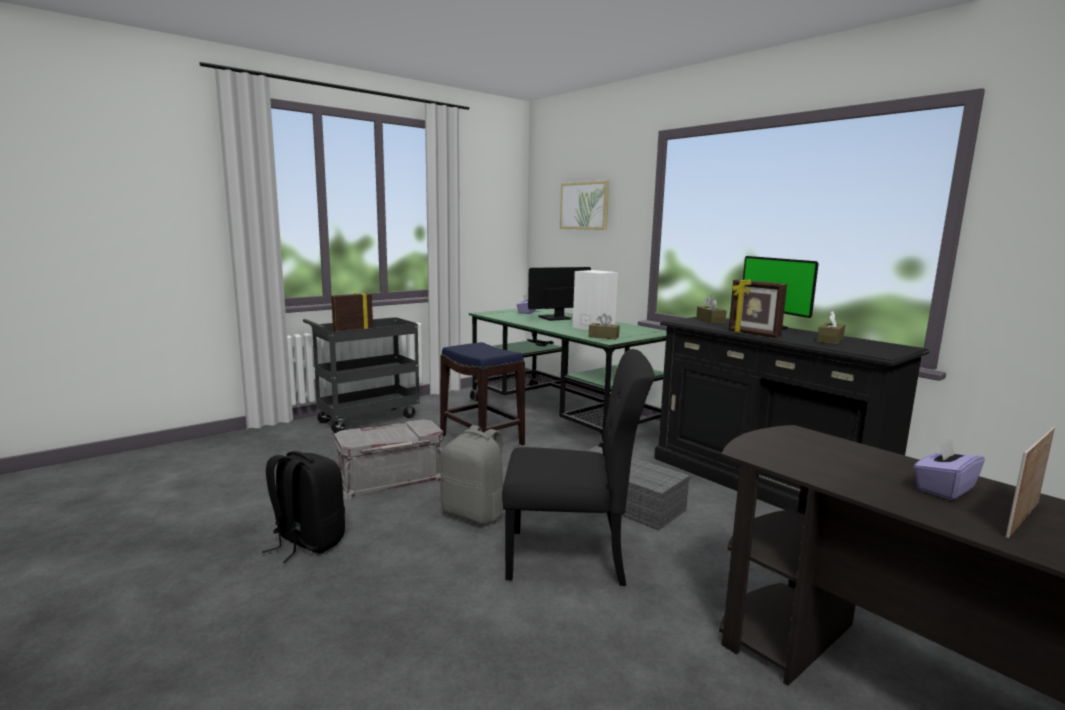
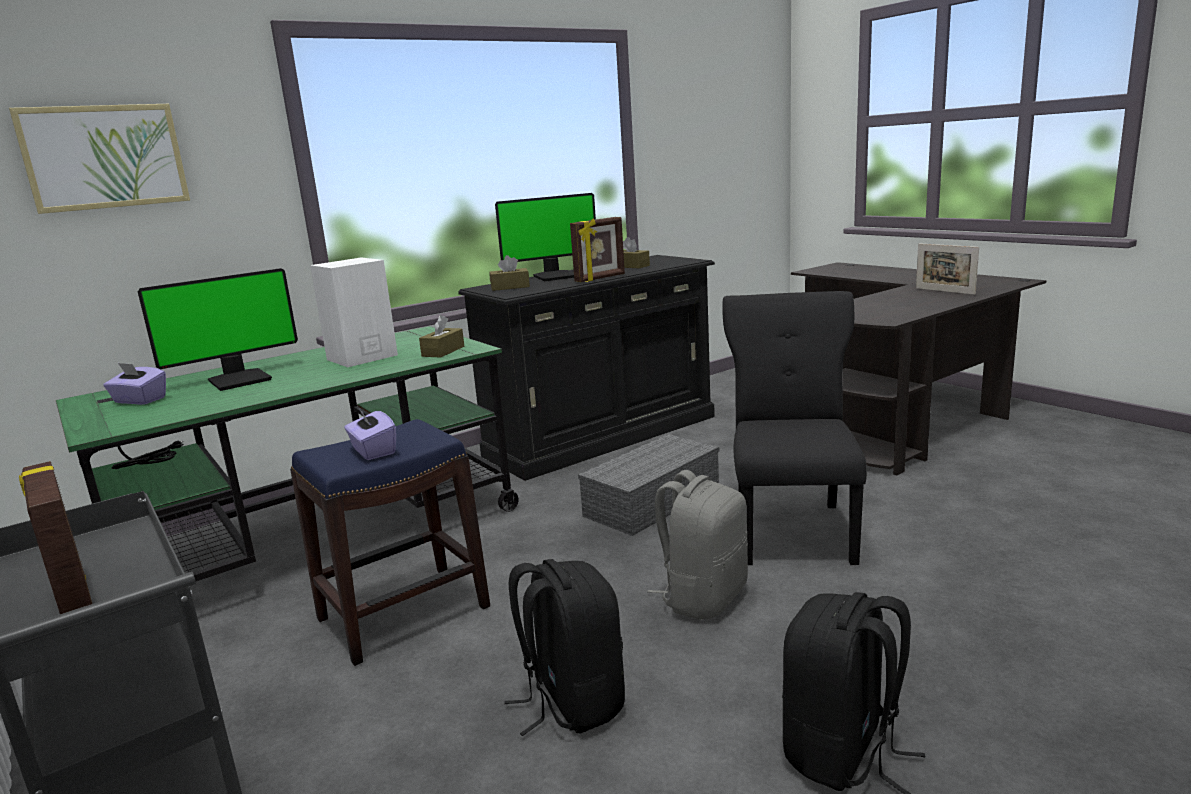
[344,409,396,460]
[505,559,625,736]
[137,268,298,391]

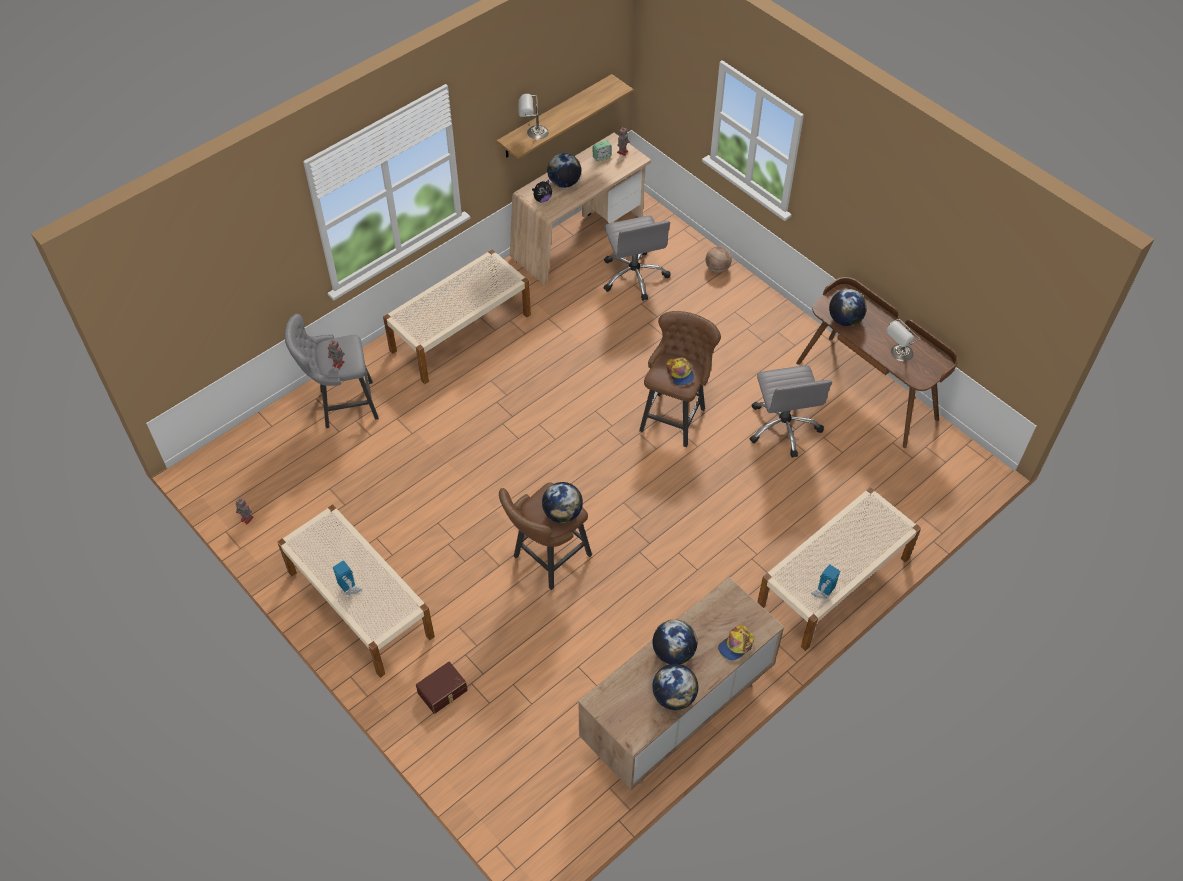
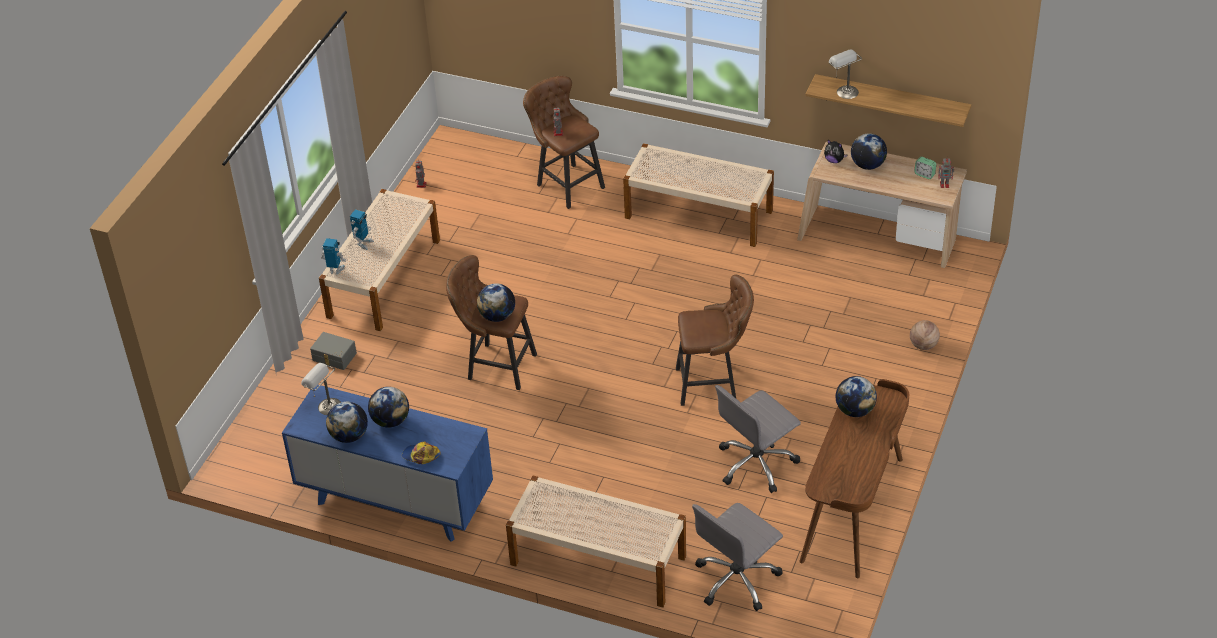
[666,357,694,386] (first image)
[692,503,783,611]
[321,238,346,275]
[301,363,341,415]
[523,76,605,209]
[310,332,357,370]
[282,385,493,542]

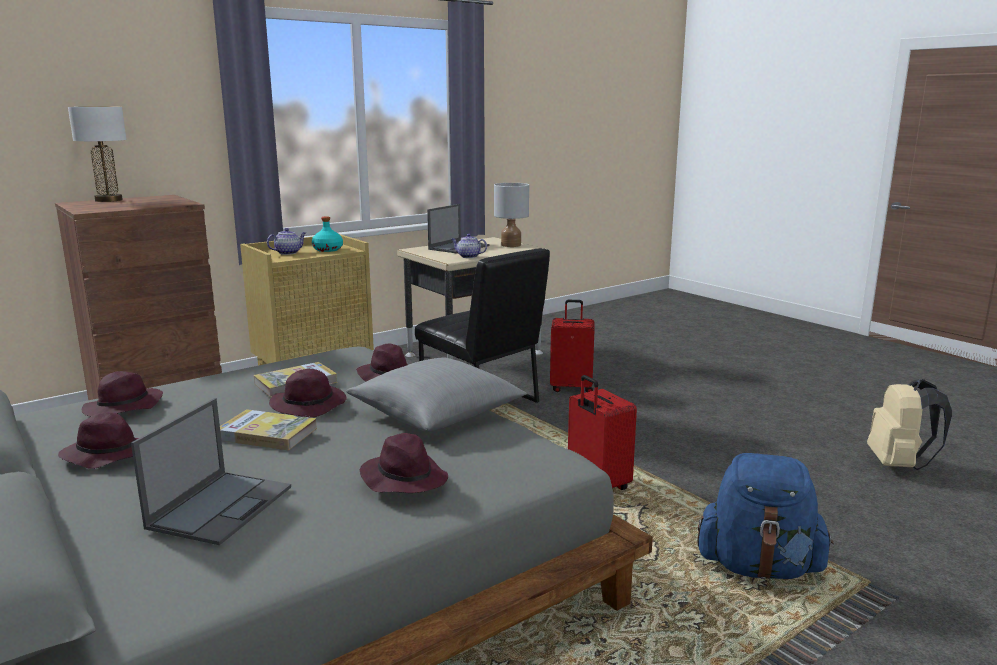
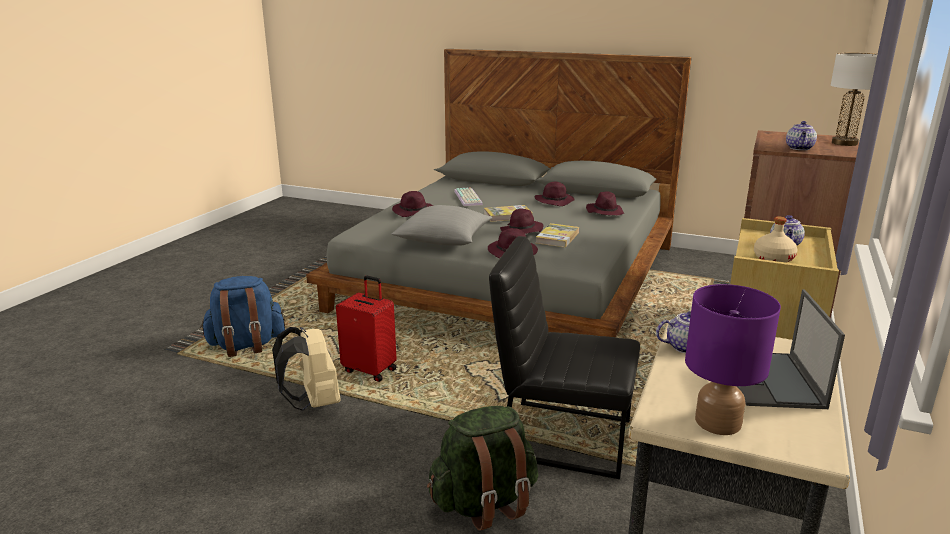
[786,121,817,150]
[272,327,340,411]
[454,187,483,206]
[427,406,538,531]
[754,217,797,263]
[685,284,781,435]

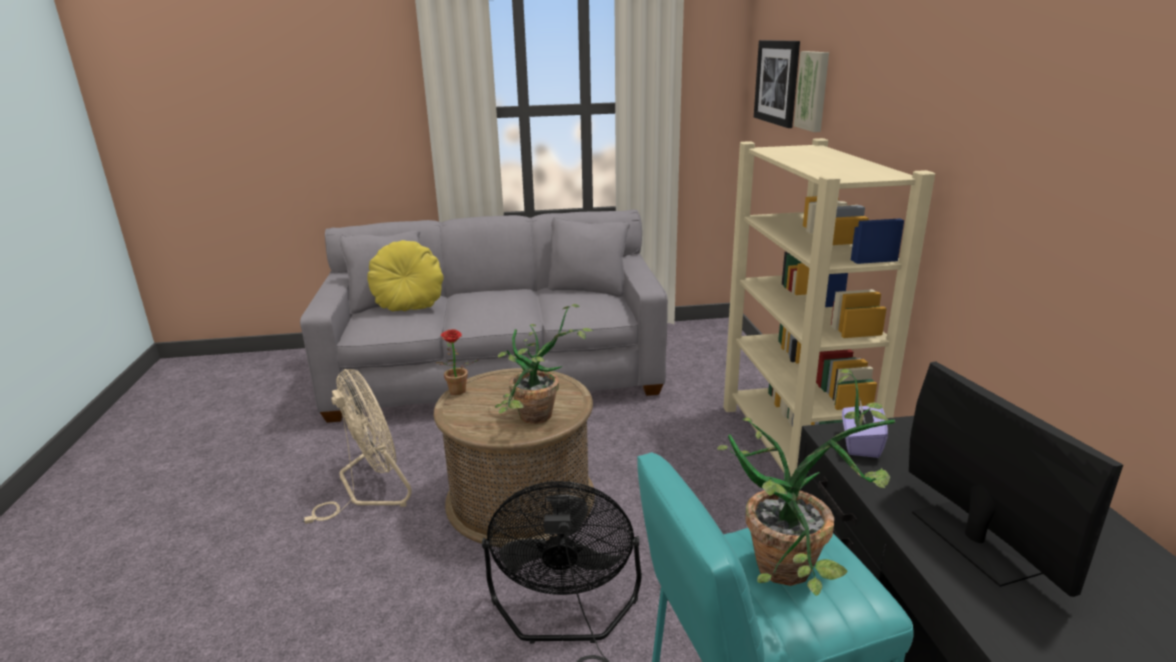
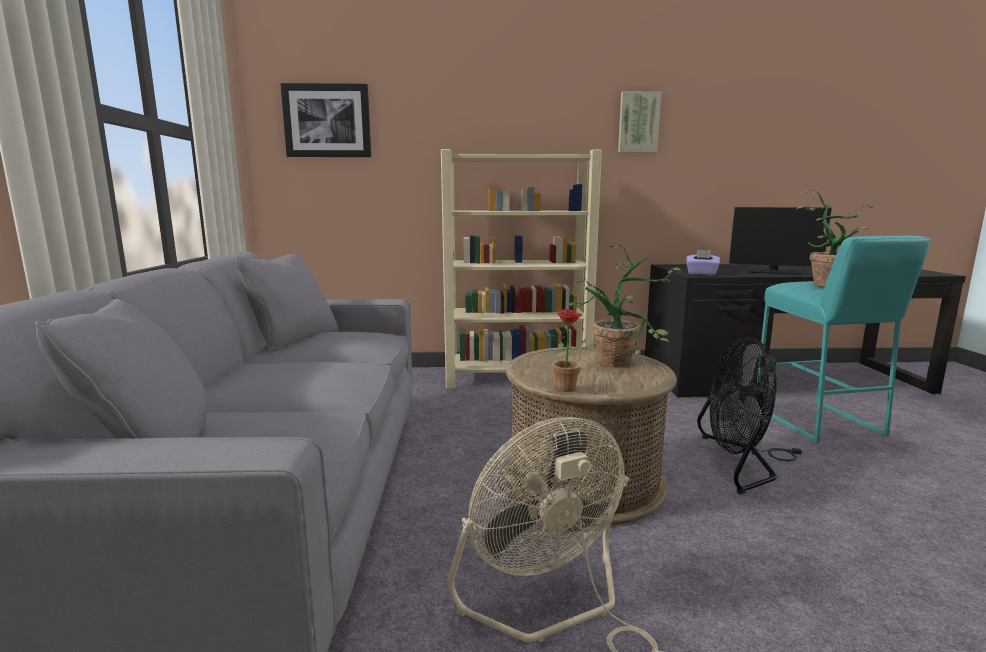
[367,240,444,311] (first image)
[618,91,661,153]
[729,207,832,275]

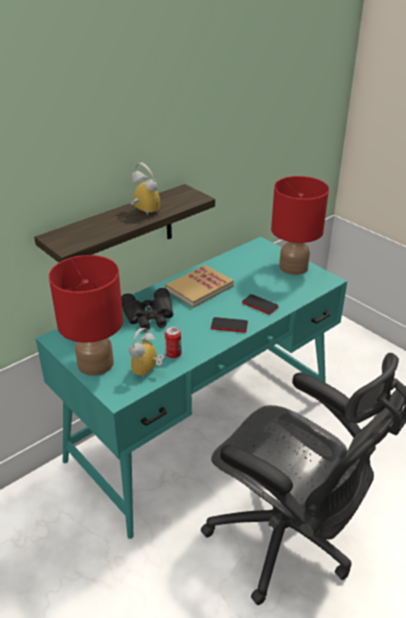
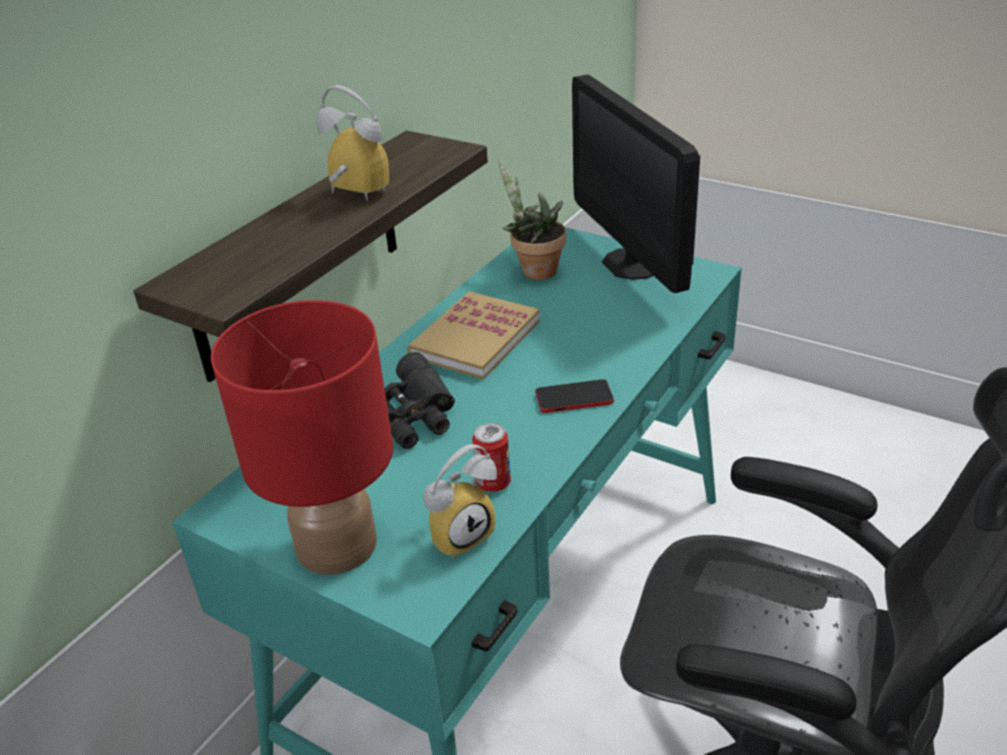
[242,294,279,314] (first image)
[498,158,566,280]
[572,75,700,293]
[423,444,497,559]

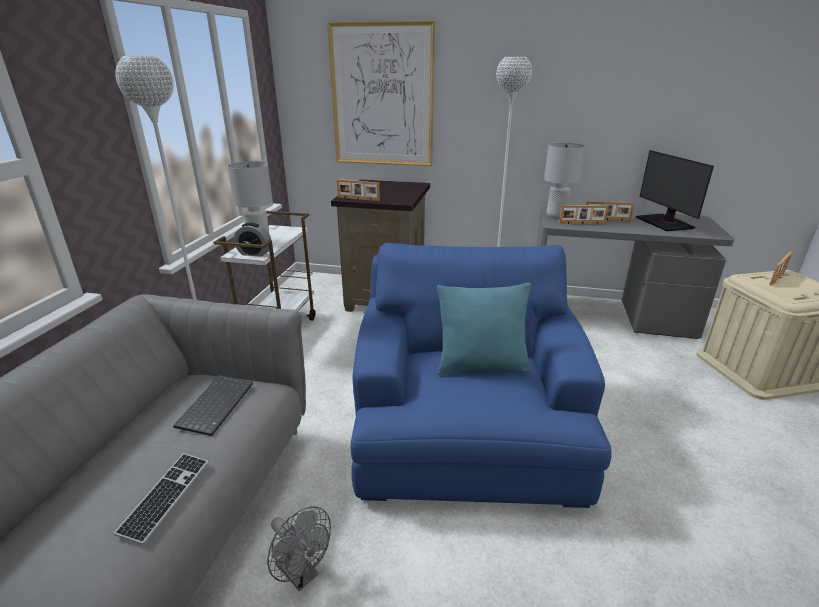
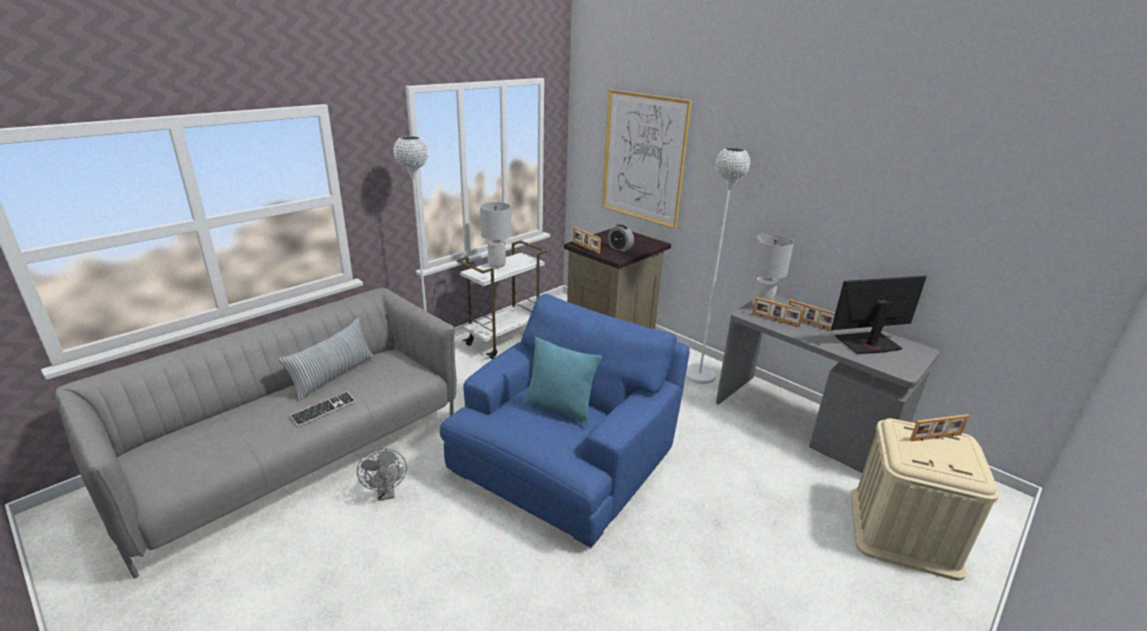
[173,375,253,436] (first image)
[279,318,374,401]
[608,224,634,252]
[831,276,927,354]

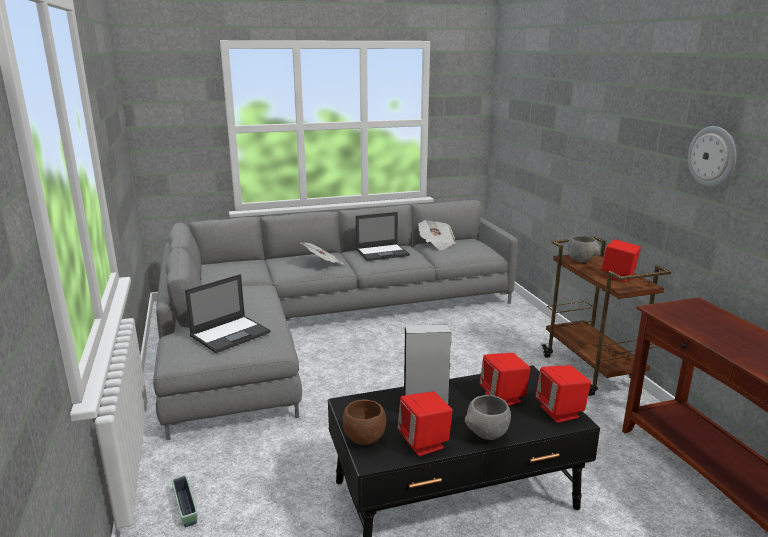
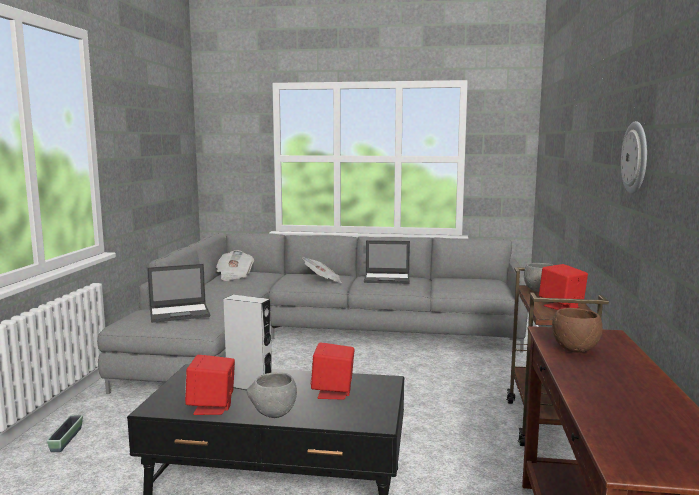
[535,365,591,423] (first image)
[552,308,603,353]
[216,250,254,281]

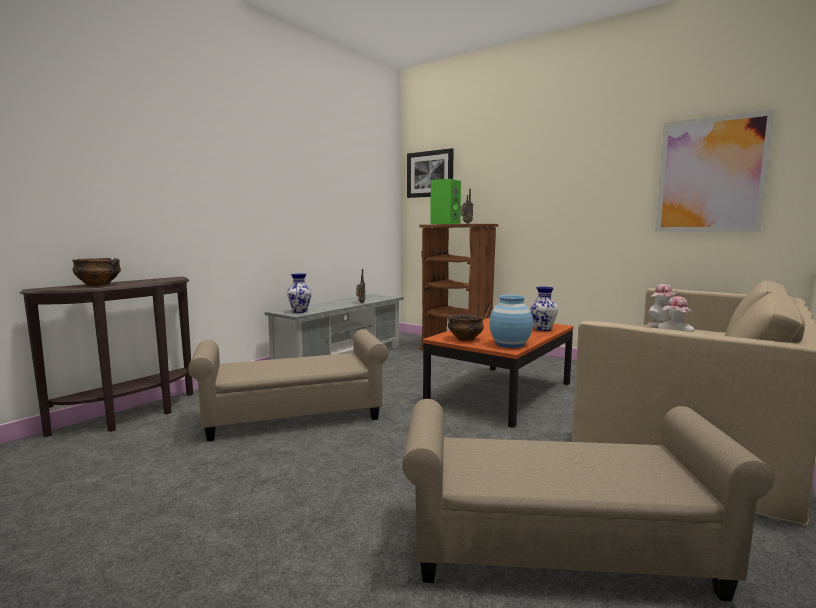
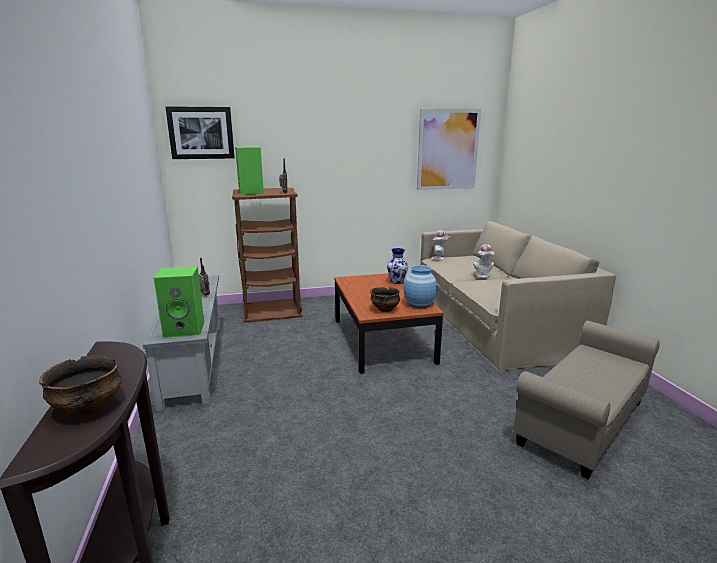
[188,329,389,441] (first image)
[154,266,204,338]

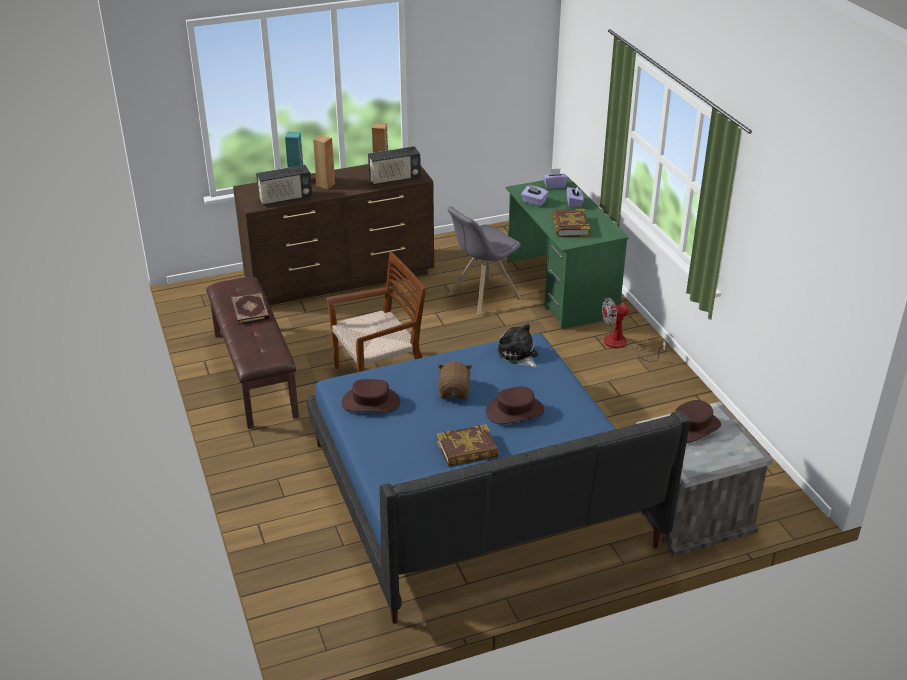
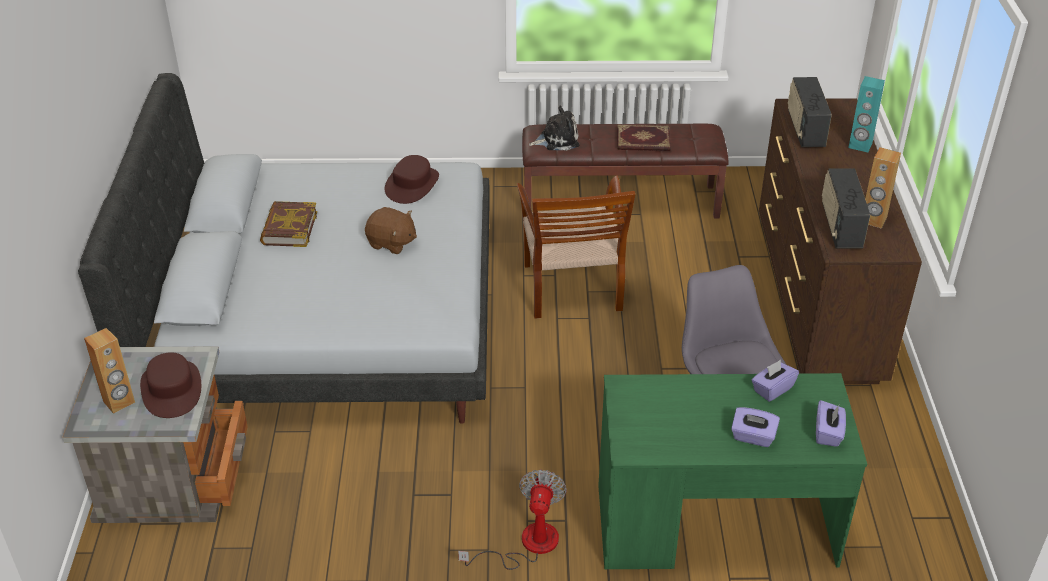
[486,386,544,424] (first image)
[552,209,590,237] (first image)
[84,328,135,414]
[529,106,579,151]
[78,73,490,423]

